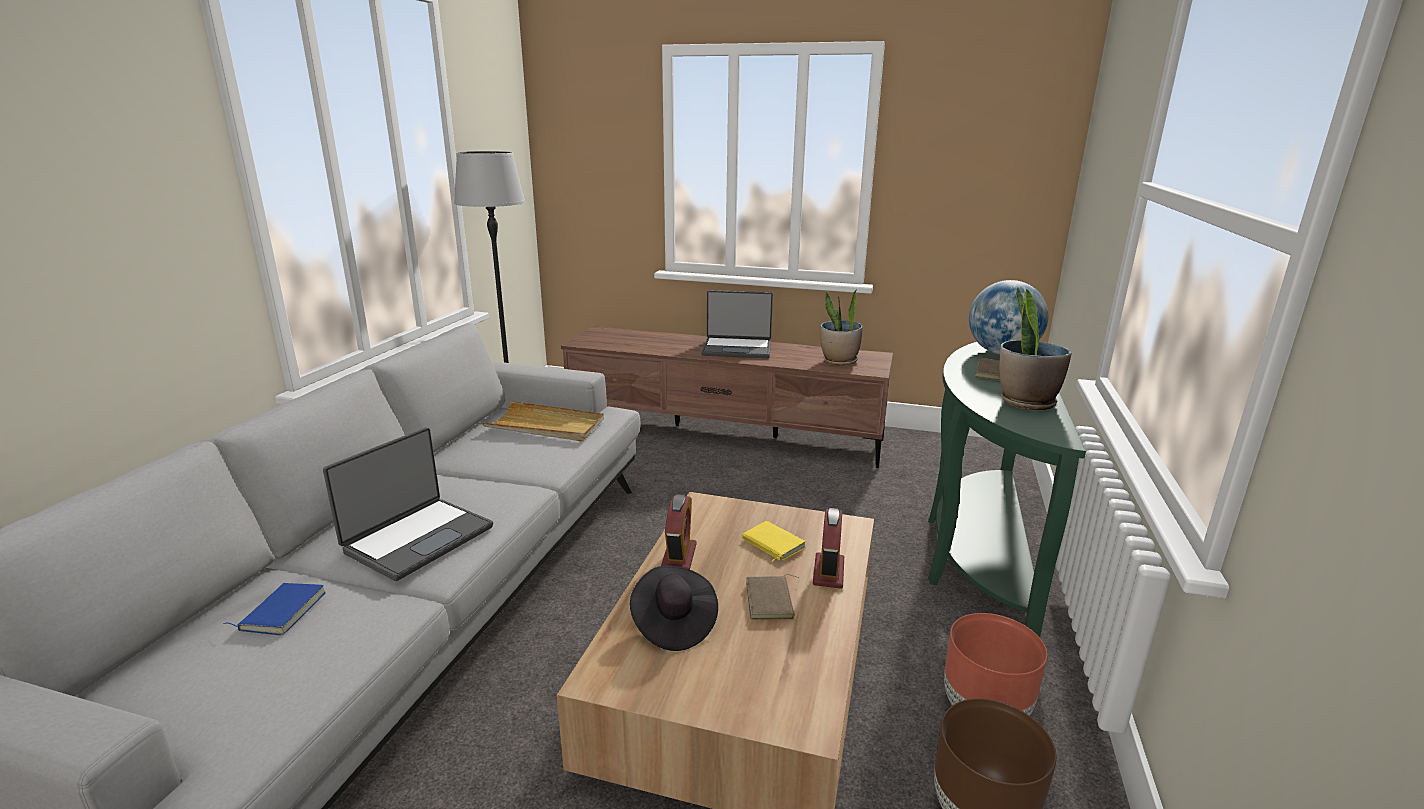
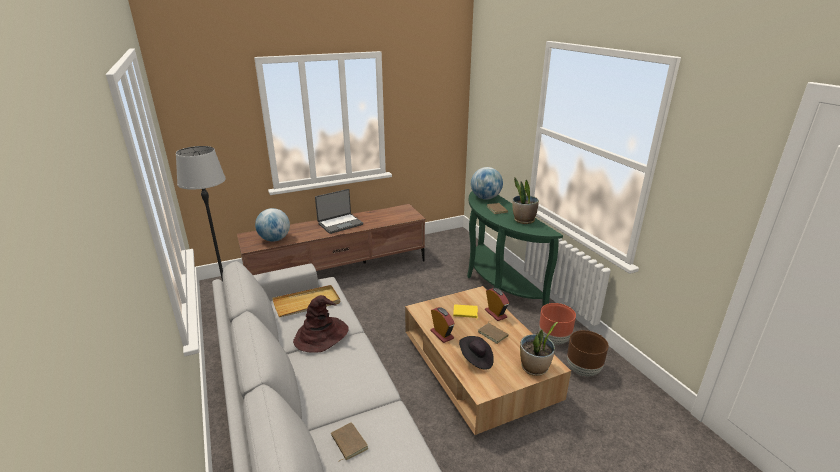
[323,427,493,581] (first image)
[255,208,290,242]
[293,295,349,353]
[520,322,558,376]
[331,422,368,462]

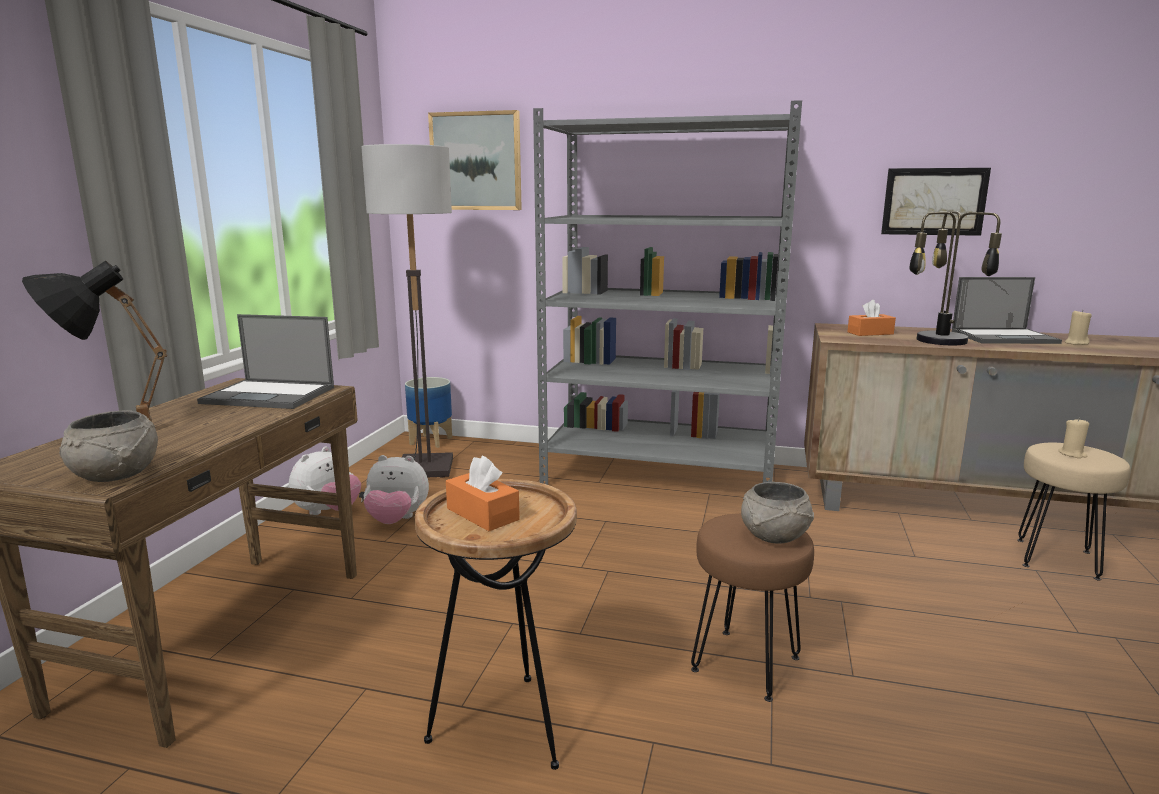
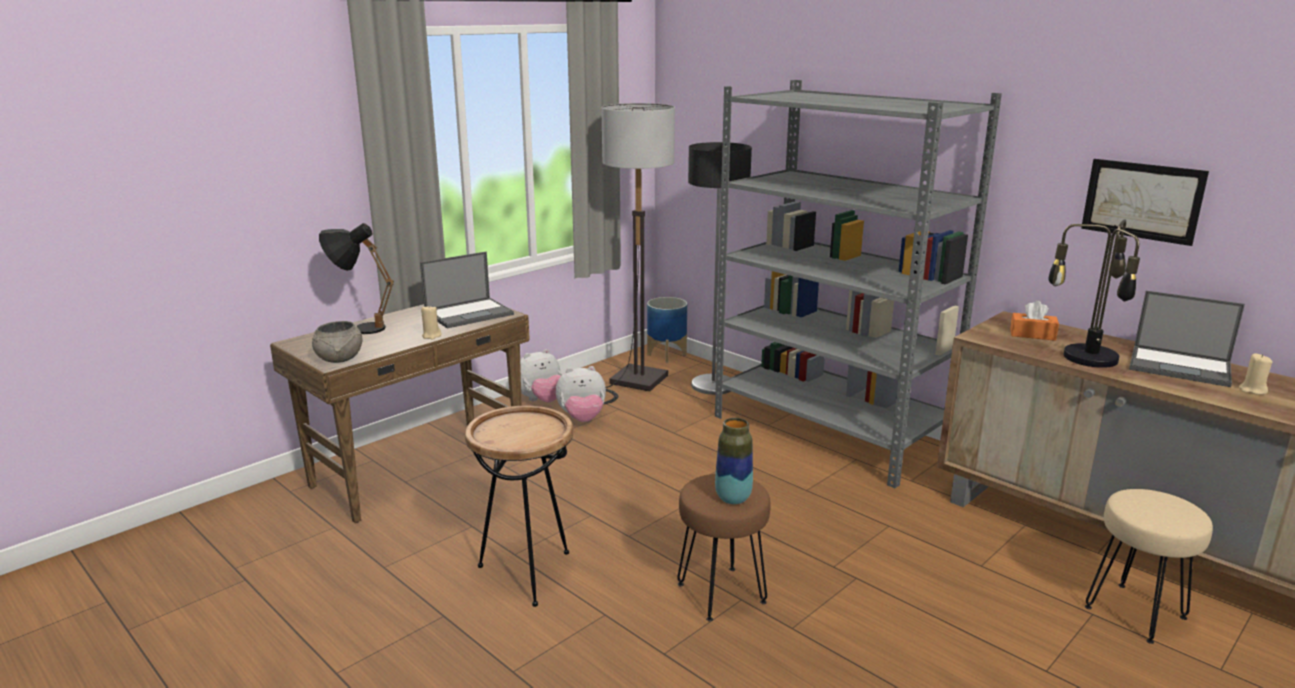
[428,110,522,210] (first image)
[446,456,520,531] (first image)
[688,142,752,395]
[421,306,442,339]
[715,418,753,504]
[420,252,514,328]
[556,366,606,422]

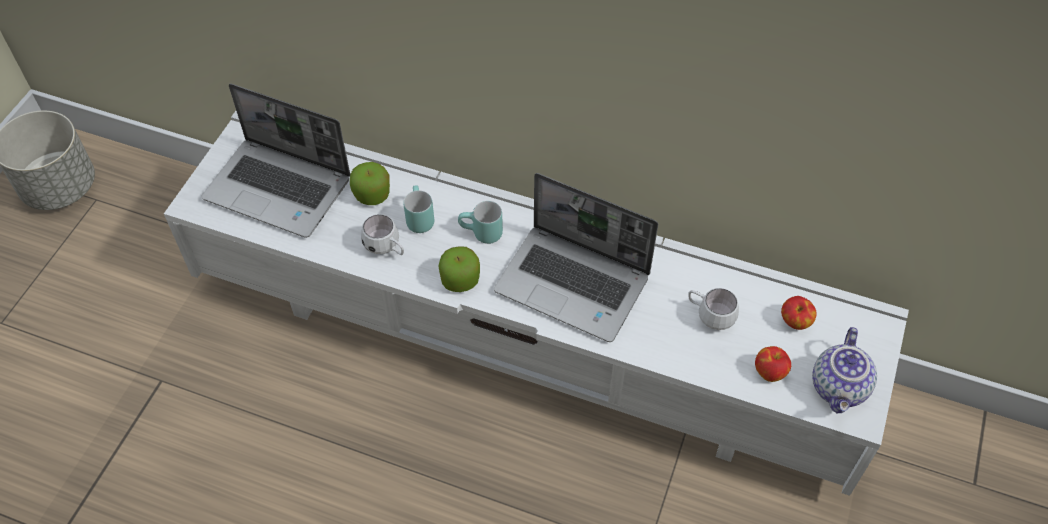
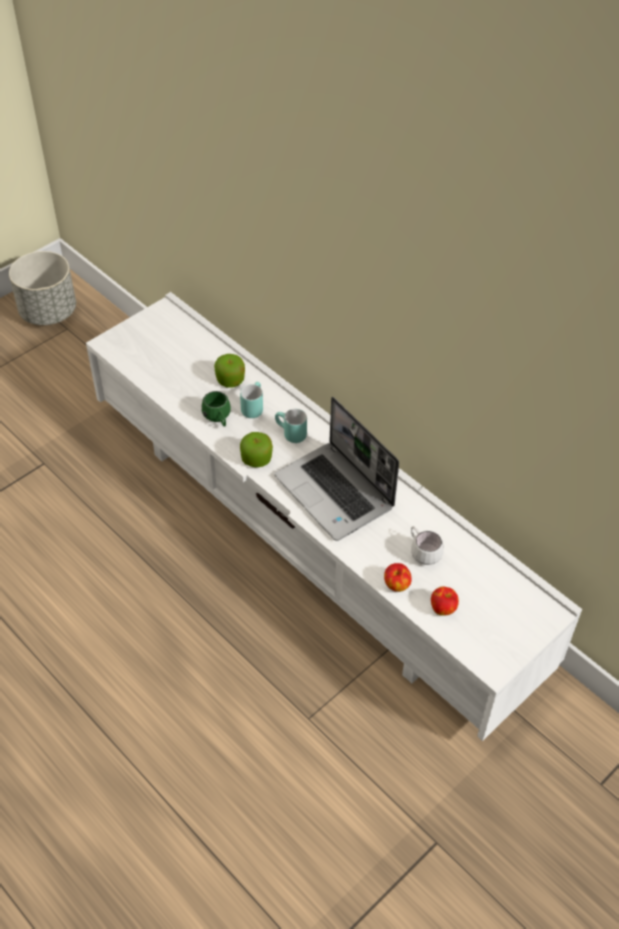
[201,83,350,238] (first image)
[812,327,877,413] (first image)
[384,563,412,592]
[201,391,231,427]

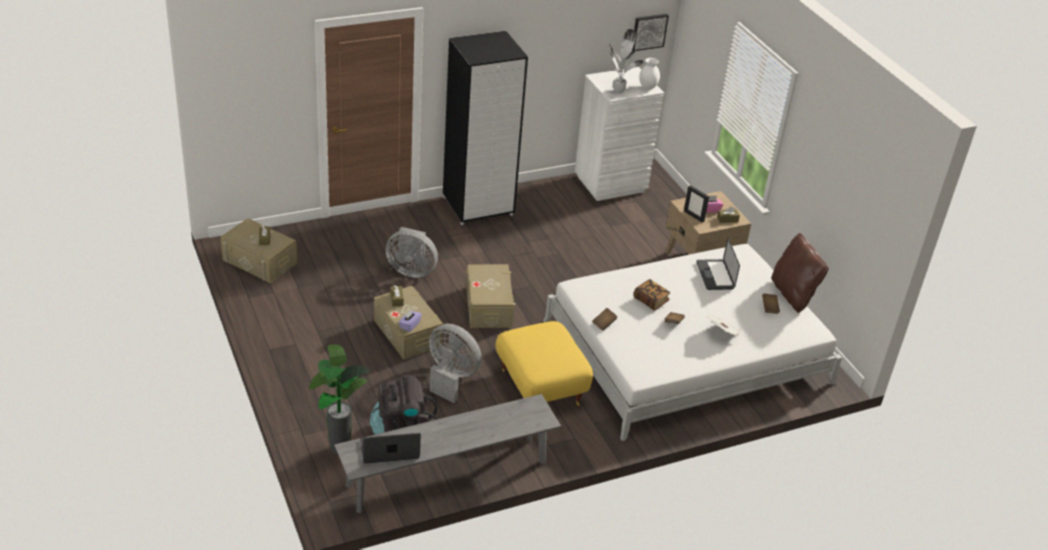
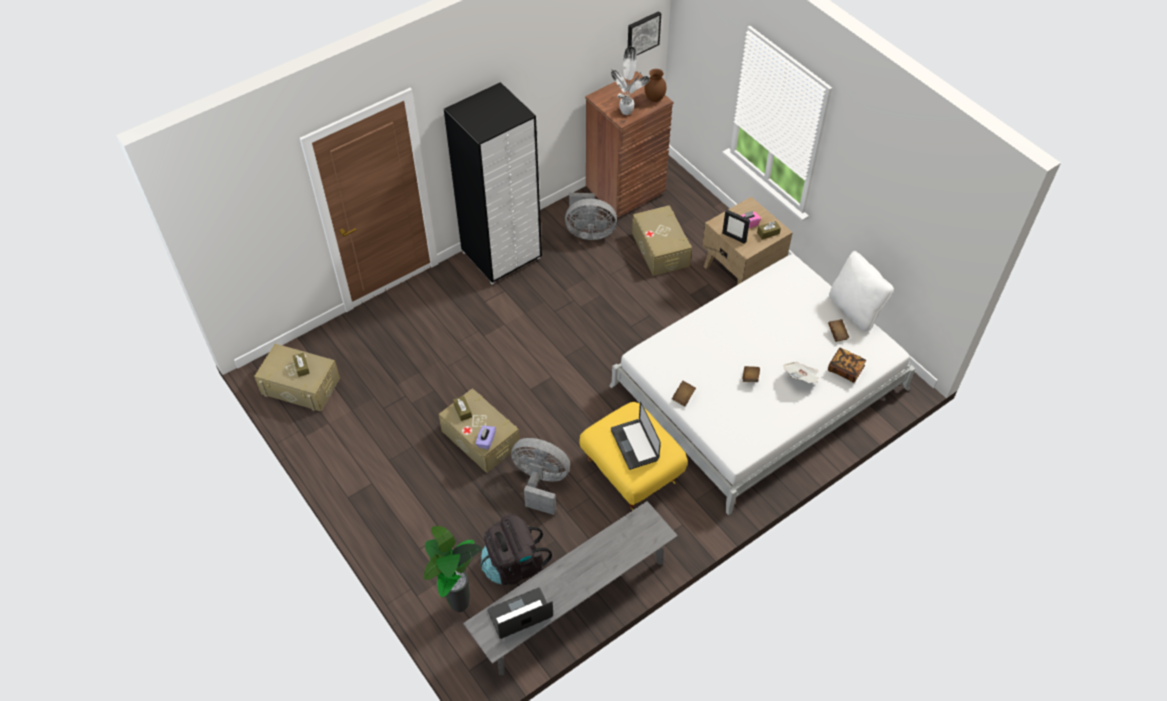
[565,193,617,240]
[632,205,692,276]
[828,347,866,383]
[611,402,661,470]
[585,71,673,218]
[644,69,667,102]
[829,251,894,333]

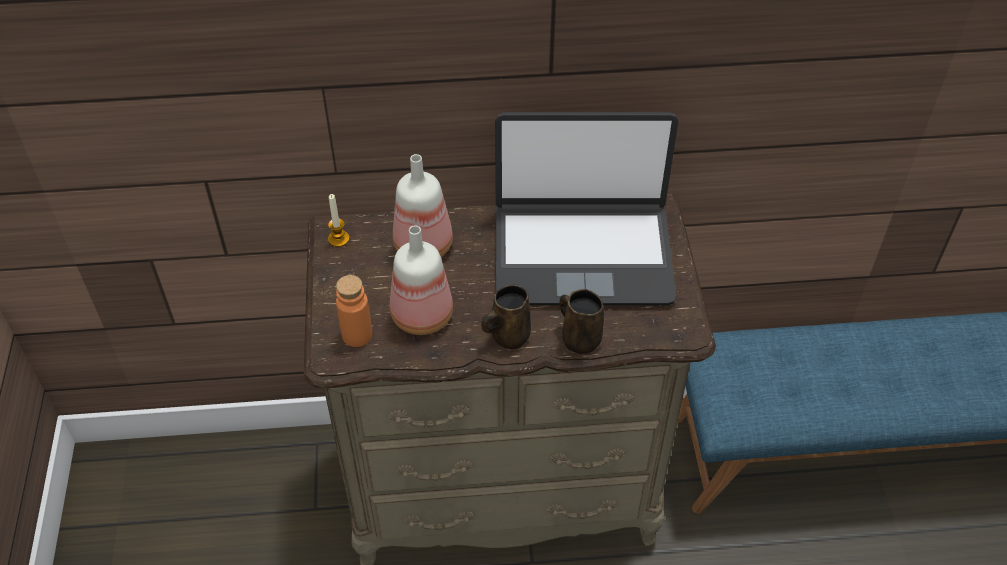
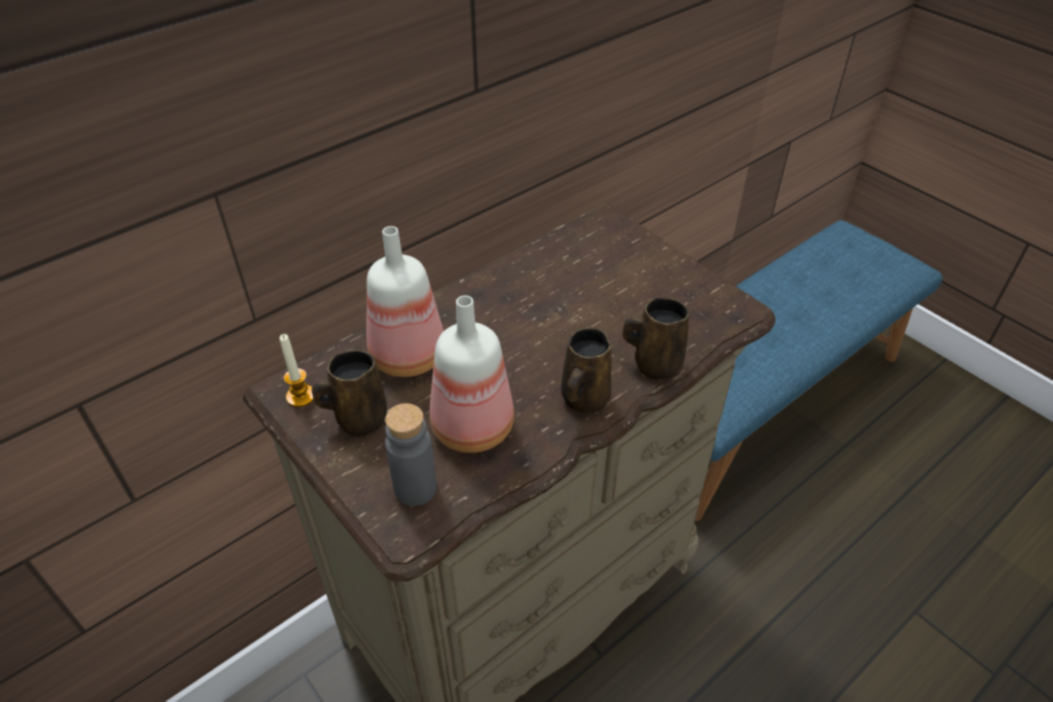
[495,112,679,305] (first image)
[312,350,387,437]
[385,403,437,506]

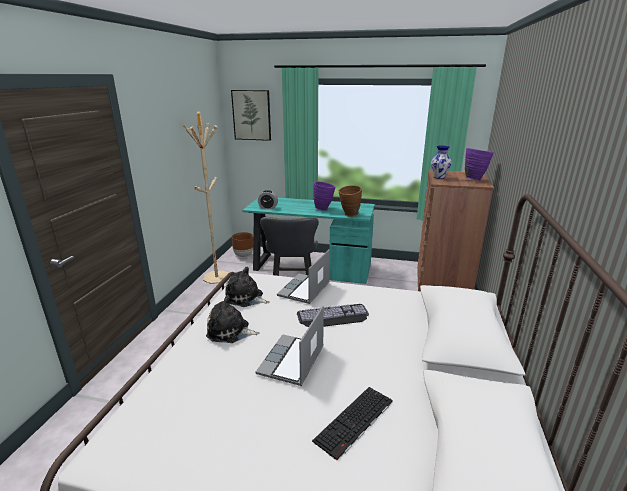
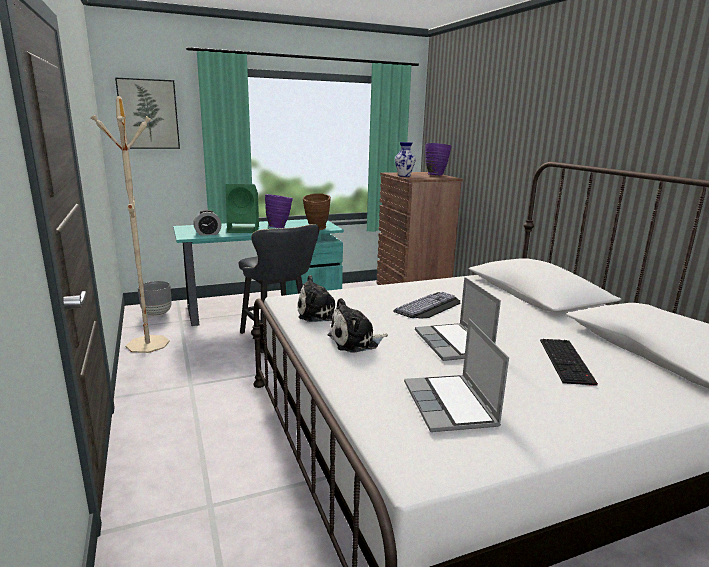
[225,184,259,233]
[404,319,509,432]
[138,281,172,316]

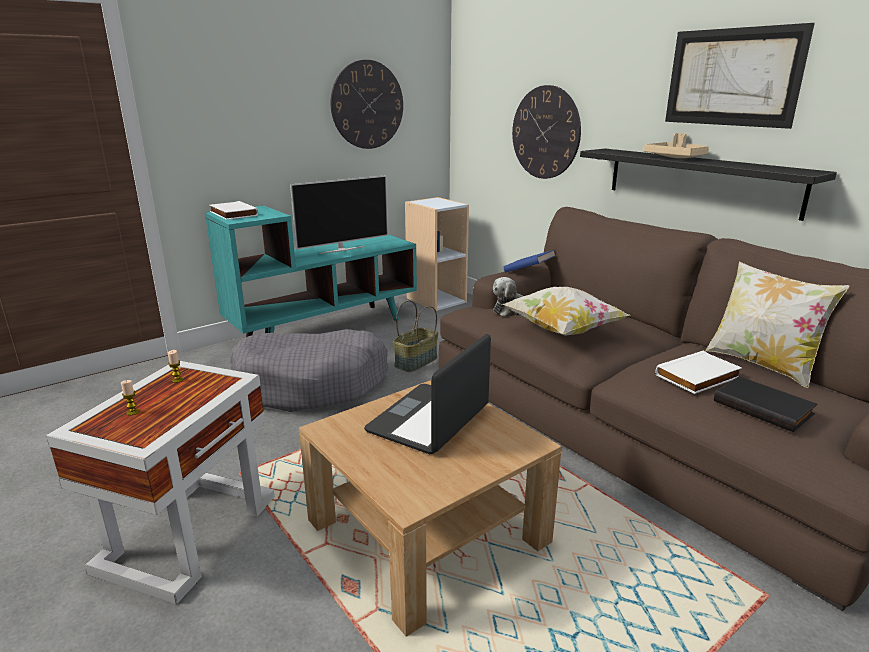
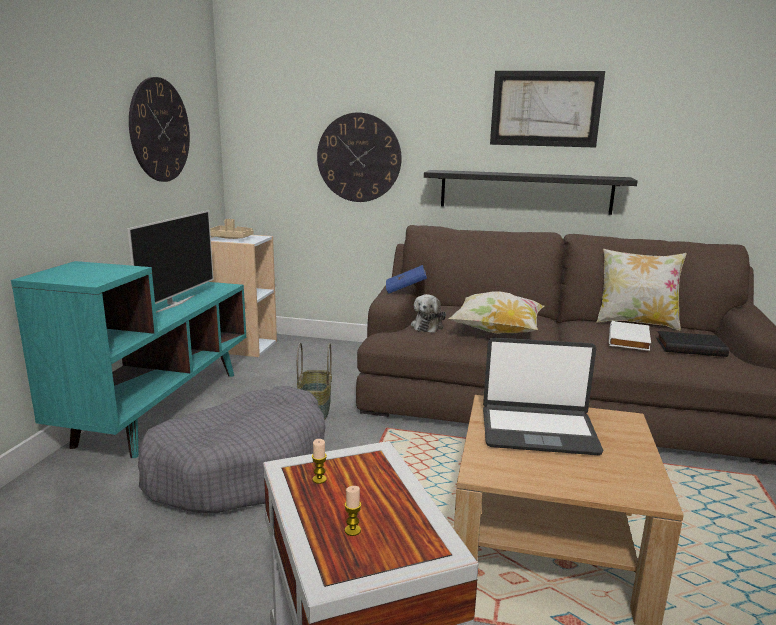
[210,201,258,220] (first image)
[210,219,254,239]
[483,338,603,455]

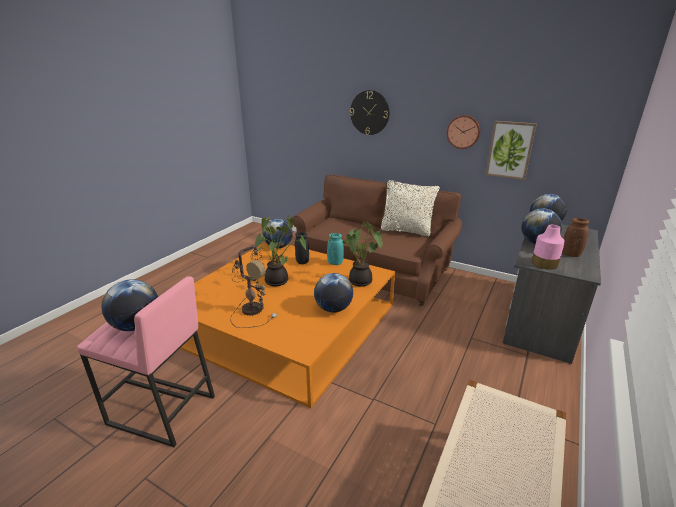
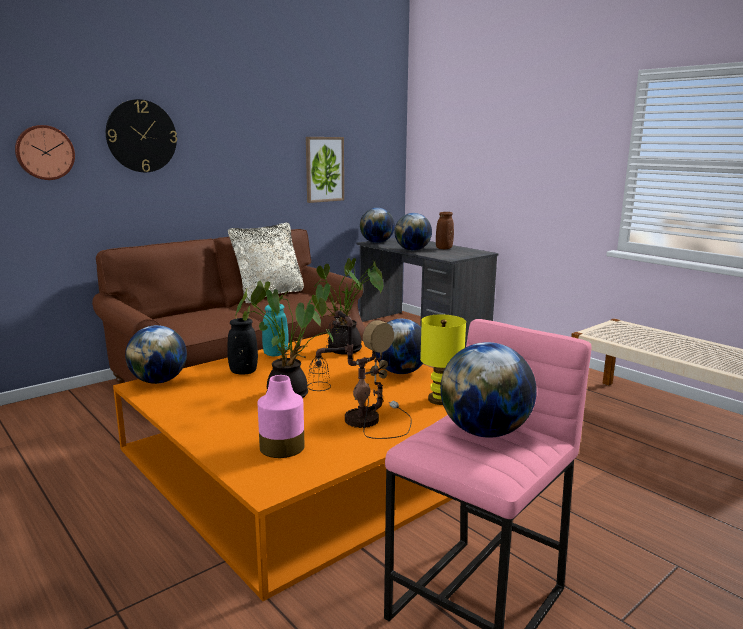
[420,314,466,405]
[15,125,75,180]
[258,375,305,458]

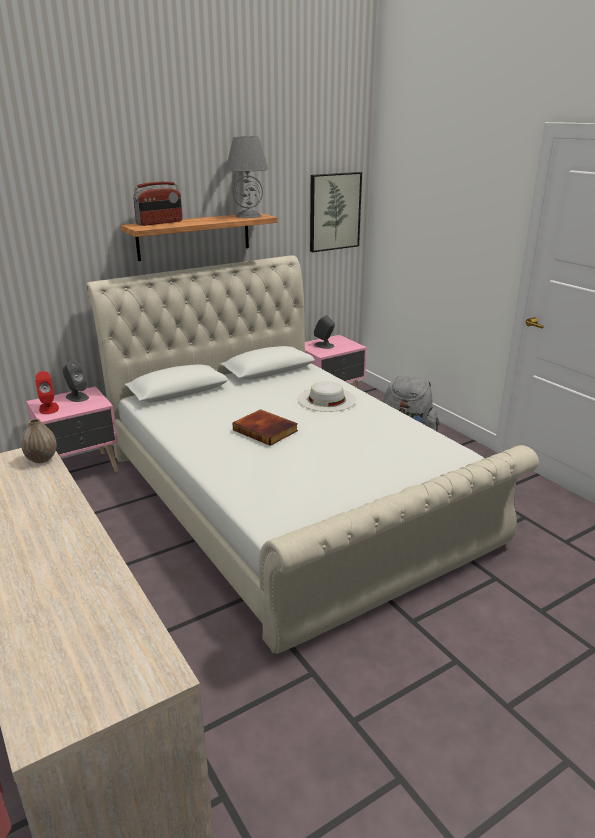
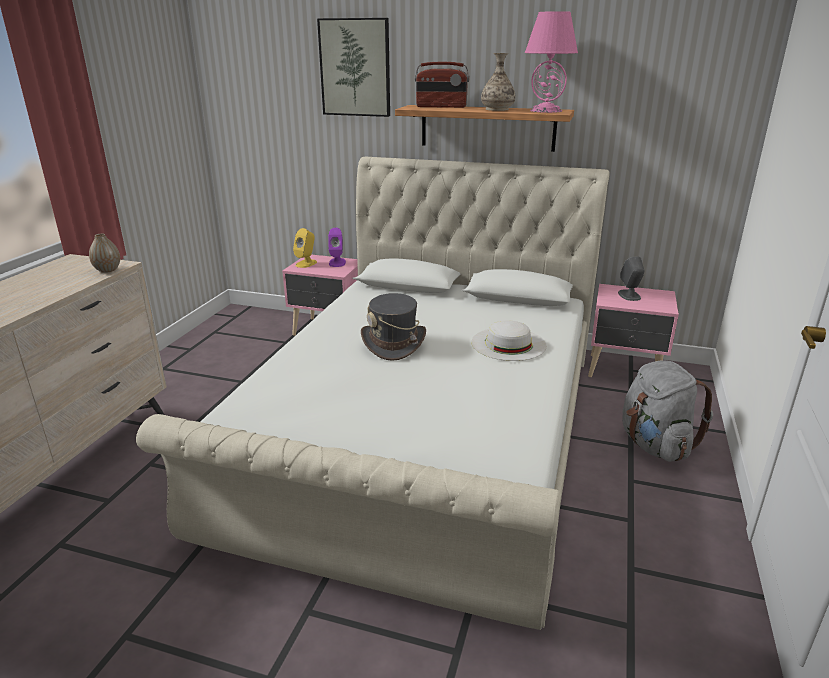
[481,53,515,111]
[317,18,390,117]
[361,293,426,361]
[293,228,317,268]
[328,228,346,267]
[525,11,578,113]

